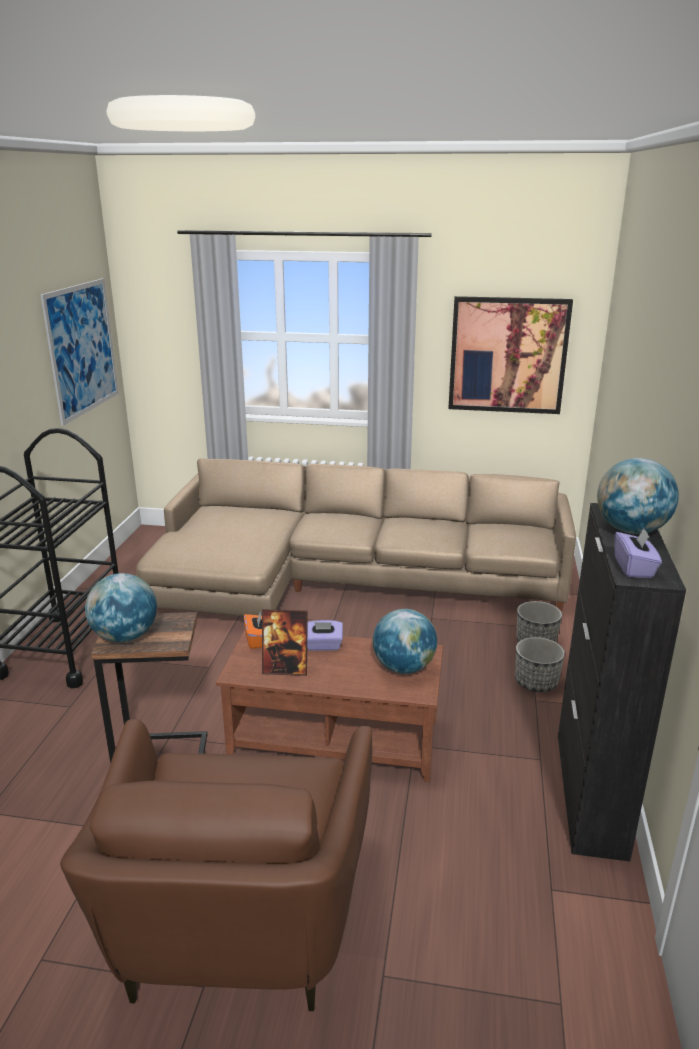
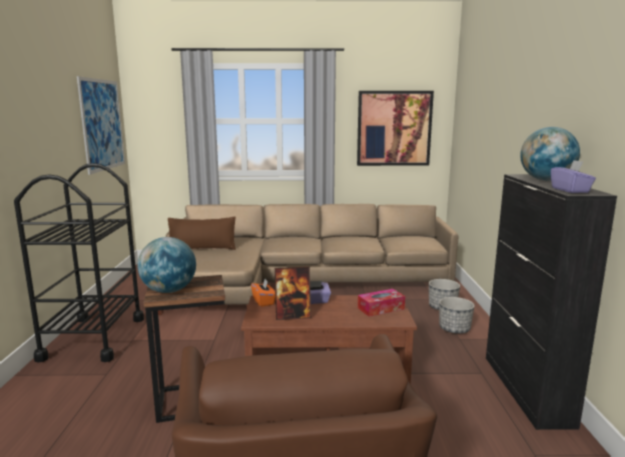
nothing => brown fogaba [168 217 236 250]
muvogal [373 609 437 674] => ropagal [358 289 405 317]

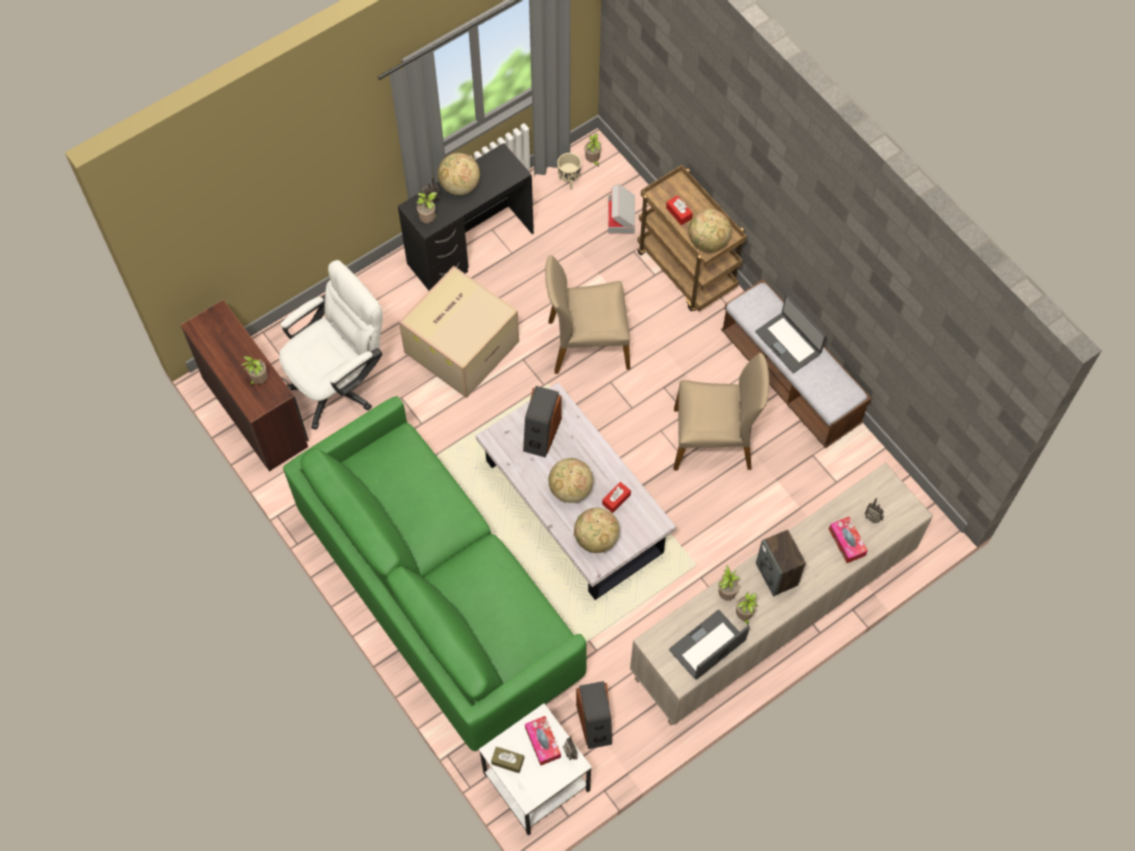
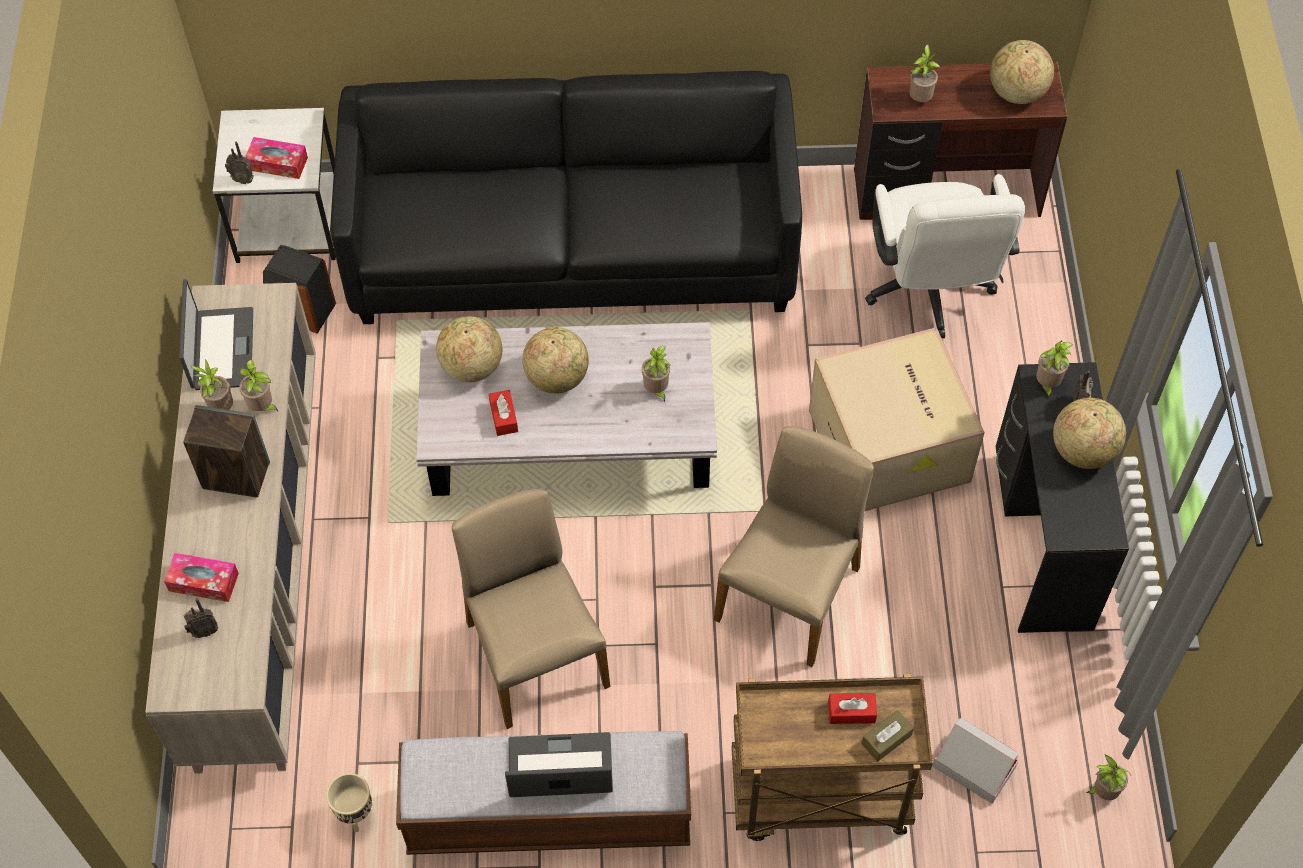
brown ropagal [491 747 524 773] => brown ropagal [862 710 914 762], moved
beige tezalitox [557 153 581 190] => beige tezalitox [326 773 372 832], moved
muvogal [688 209 731 252] => muvogal [990 40 1054 104], moved
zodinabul [523 386 562 458] => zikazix [642 346 671 403]
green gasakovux [283 396 587 751] => black gasakovux [331 71 802 324]
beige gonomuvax [674 353 769 470] => beige gonomuvax [452 489 610 729], 120 degrees clockwise

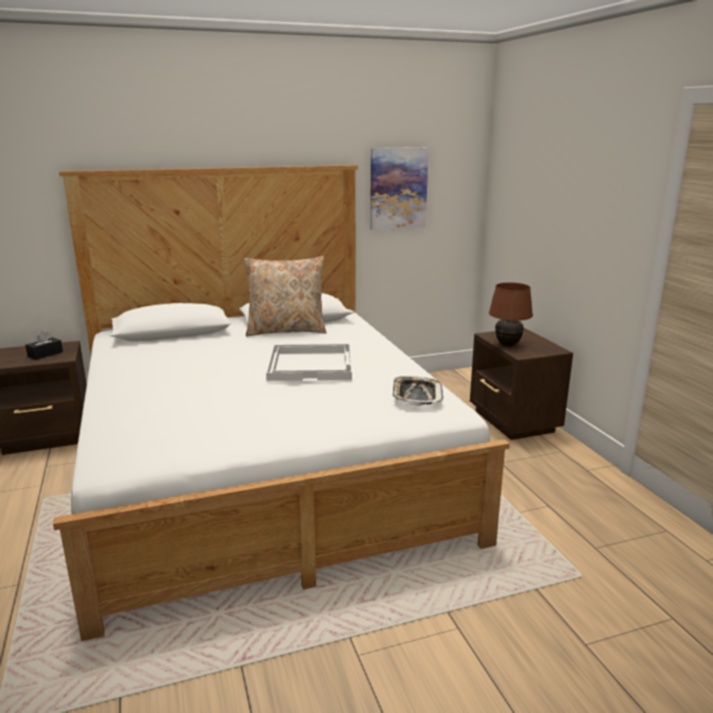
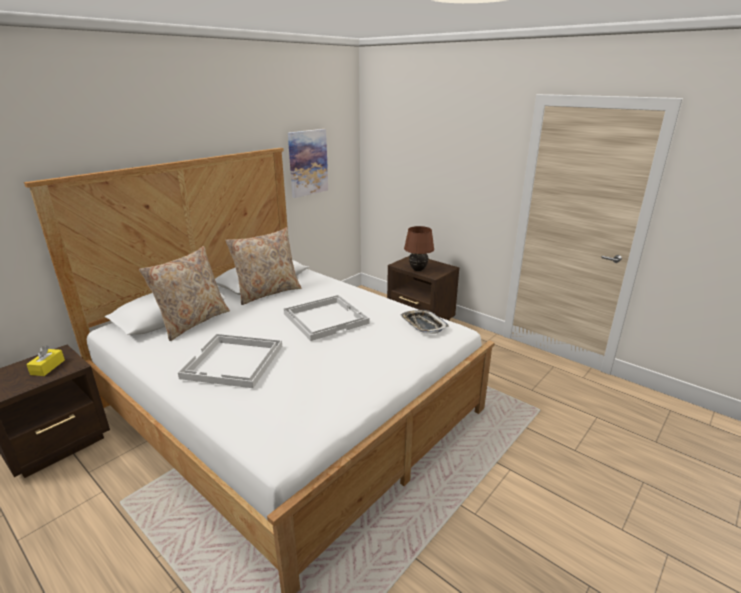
nothing => beige fogaba [139 246 230 341]
nothing => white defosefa [178 334 282 388]
black ropagal [25 331 63 360] => yellow ropagal [26 345 65 376]

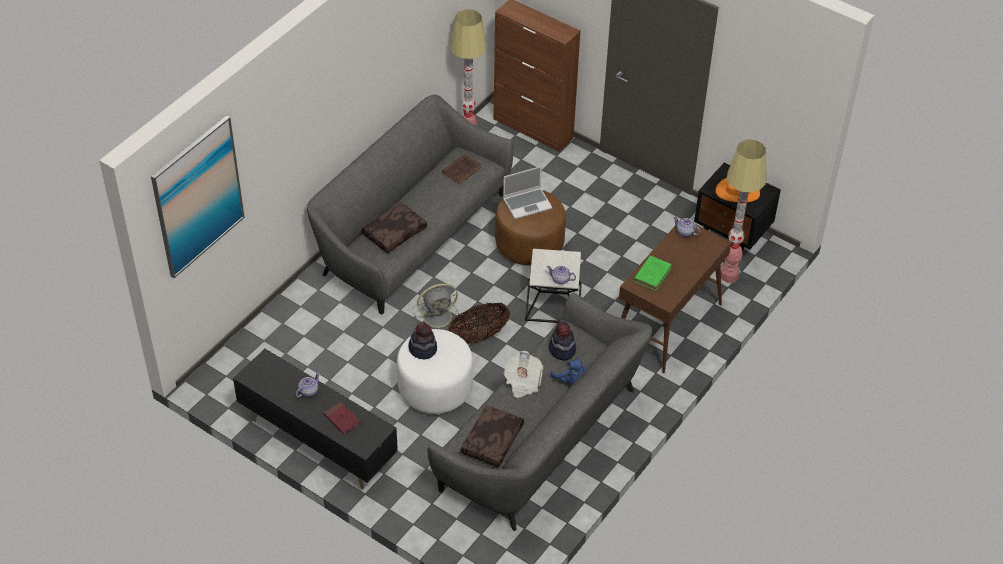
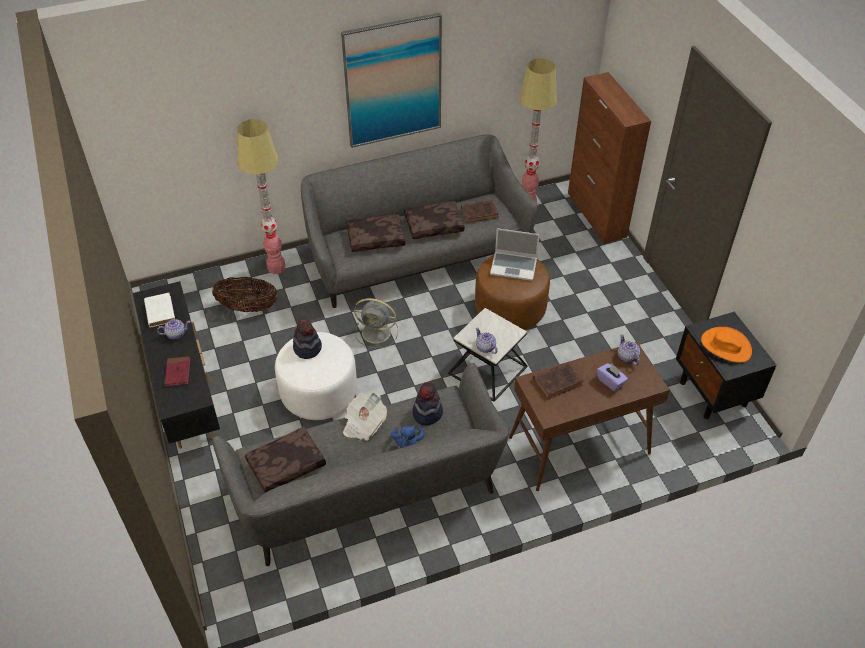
nothing => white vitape [144 293 175 328]
nothing => brown fogaba [404 201 465 239]
nothing => purple ropagal [597 363 628 391]
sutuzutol [151 115 245 278] => sutuzutol [341 13 442 148], moved
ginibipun [448 303 510 344] => ginibipun [212 277 278 312], moved
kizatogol [721 140 766 283] => kizatogol [237 119 285 274], moved
green vitape [634 256 672 291] => brown vitape [533 362 583 399]

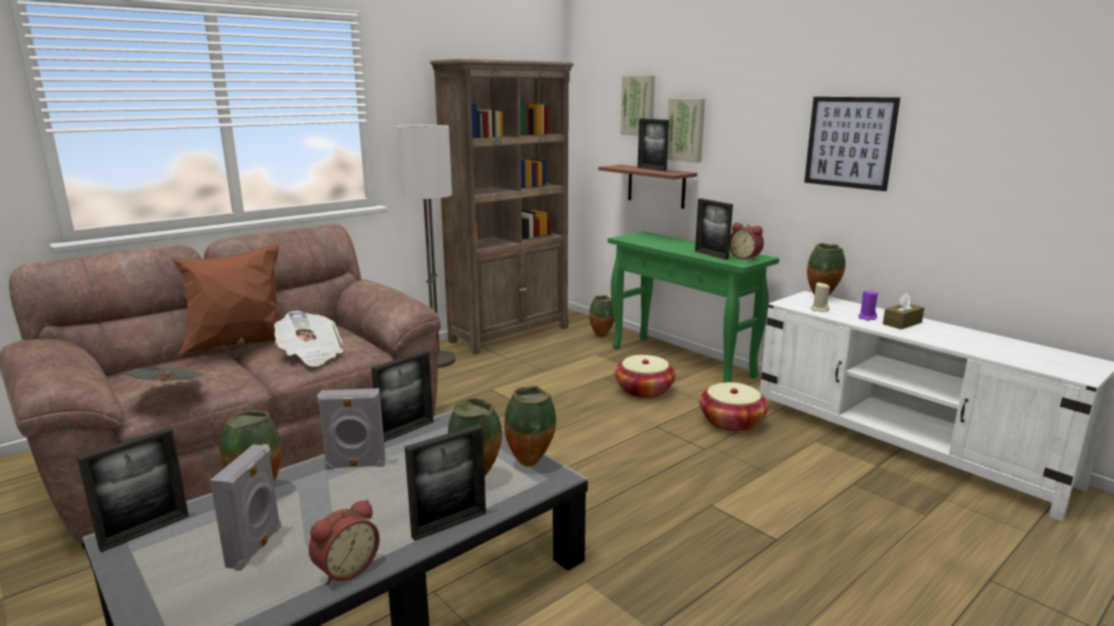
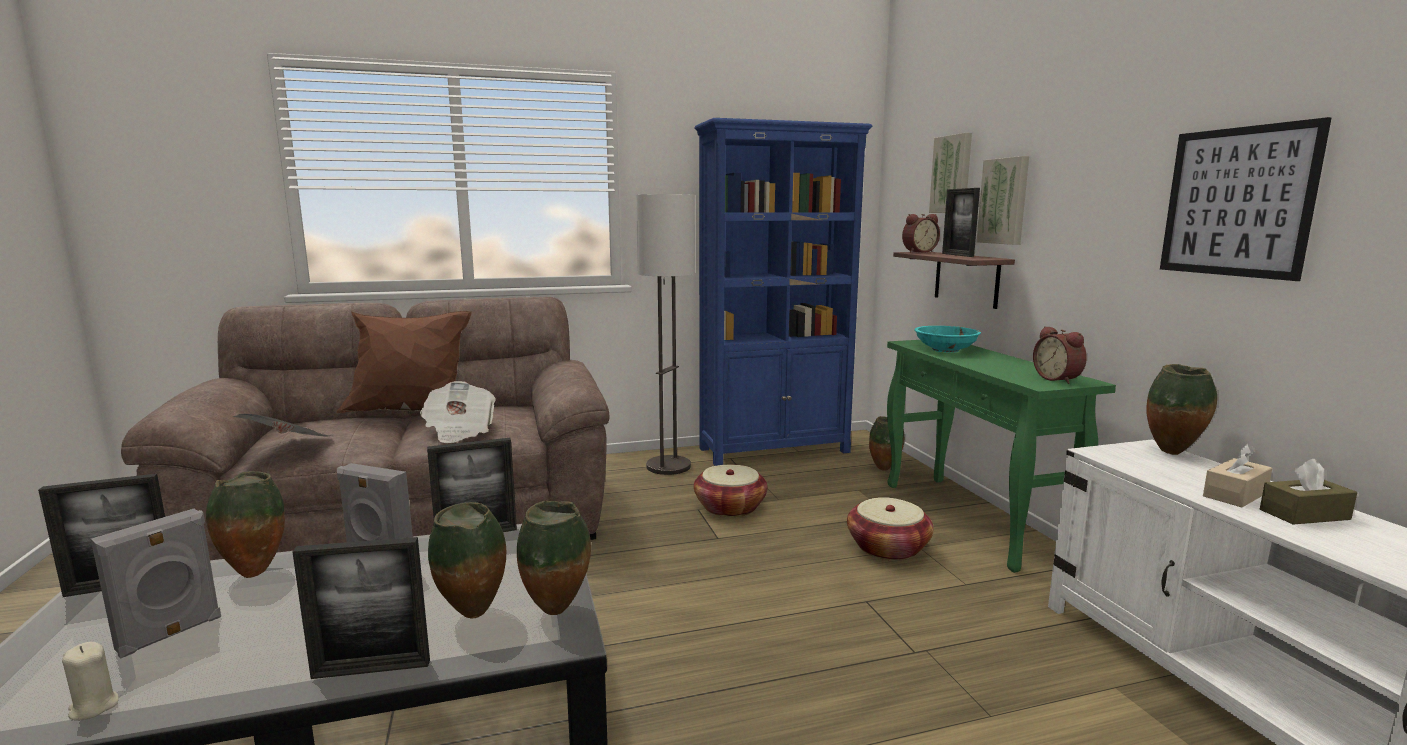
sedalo [695 198 733 260] => nothing
nothing => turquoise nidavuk [914 326 981 353]
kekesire [309 499 380 585] => kekesire [902 214 940 253], moved
ginibipun [699 382 768 432] => ginibipun [694 465 767 517], moved
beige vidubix [810 283 830 312] => beige vidubix [62 642 119 721], moved
purple vidubix [858 289 878 321] => beige ropagal [1203 444 1272 507]
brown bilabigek [430 59 574 355] => blue bilabigek [694 118 872 466]

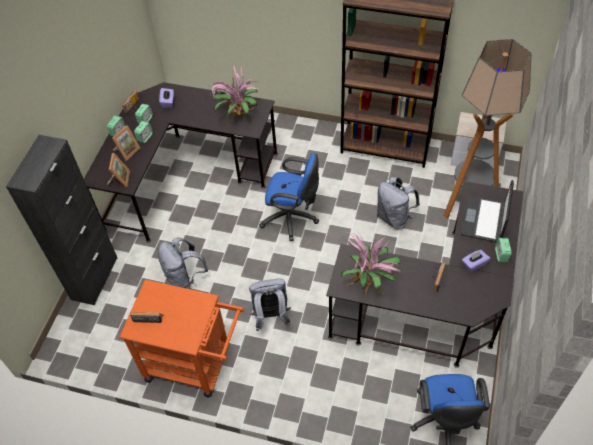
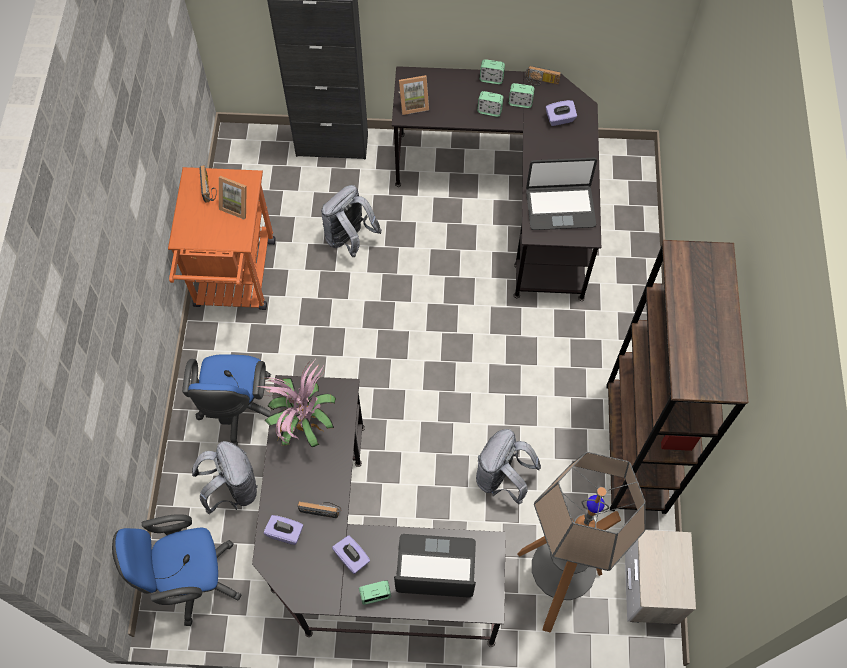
nothing => purple ropagal [264 515 303 545]
sedalo [112 125 140 161] => sedalo [219 176 247 220], moved
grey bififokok [249 278 291 331] => grey bififokok [192 441 258 515], moved
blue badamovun [259 152 319 241] => blue badamovun [182 354 271 446], moved
zikazix [210 65 260 123] => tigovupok [526 158 597 230]

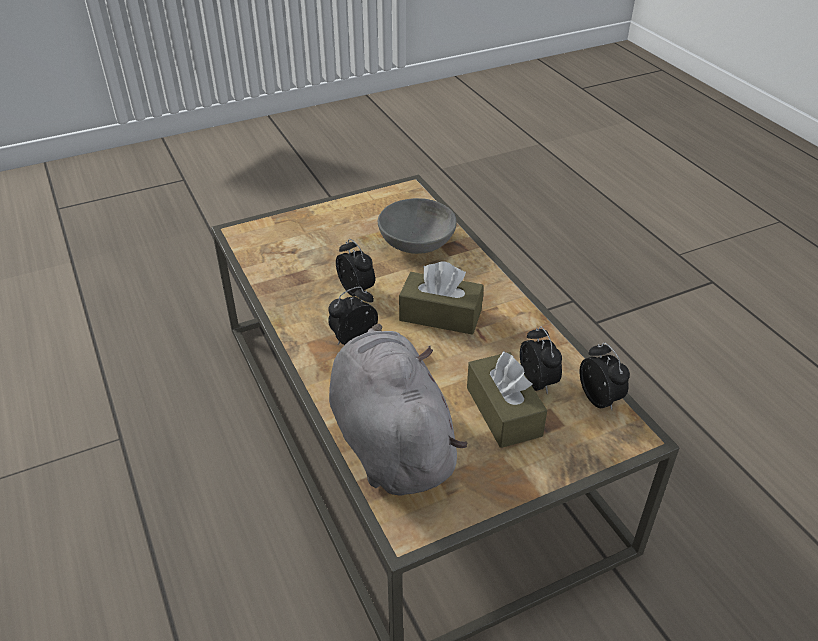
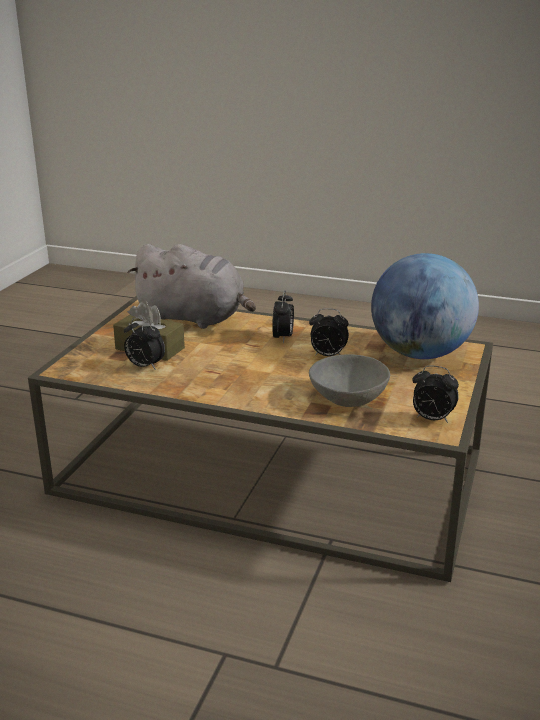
brown ropagal [399 261 484 335] => nothing
nothing => muvogal [371 253 479 359]
kekesire [579 343 630 410] => kekesire [413 365 459 423], moved

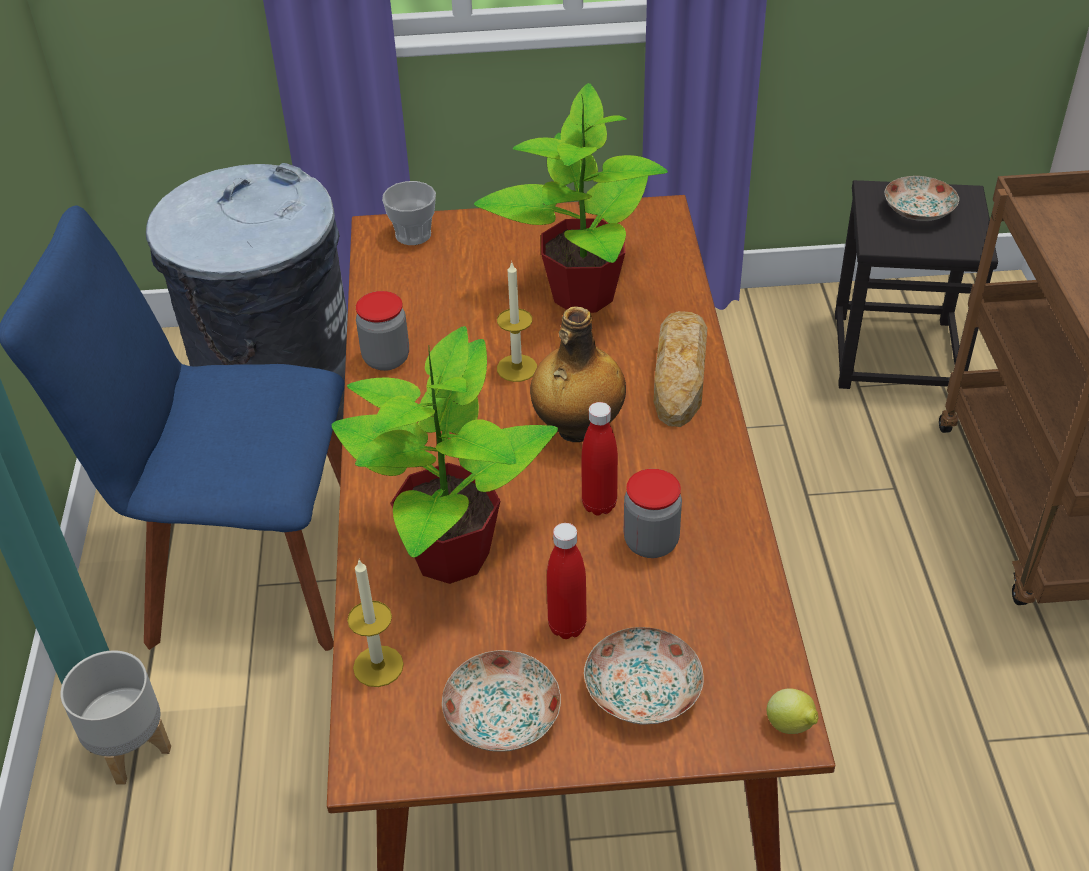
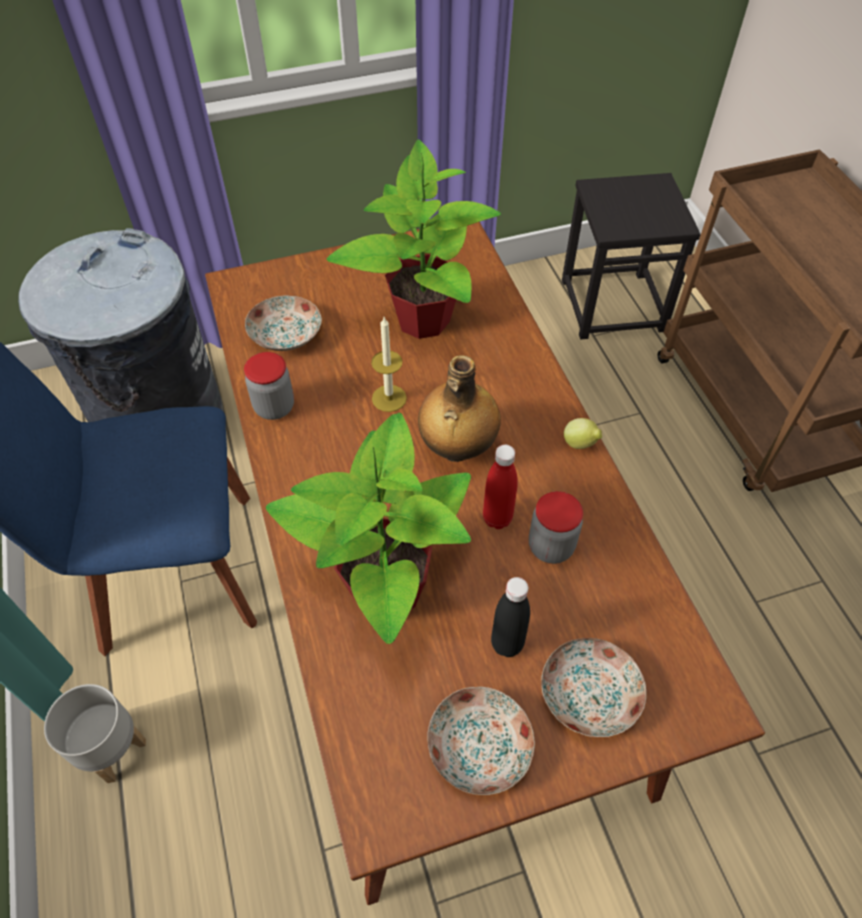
vidubix [347 560 404 687] => nothing
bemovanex [382 181 436 245] => nothing
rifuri [654 311 707 427] => nothing
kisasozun [767 688 818 734] => kisasozun [564 418 602 449], moved
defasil [885 176 959 221] => defasil [245 296 322 351], moved
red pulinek [547 523 587 639] => black pulinek [491 577 530 657]

